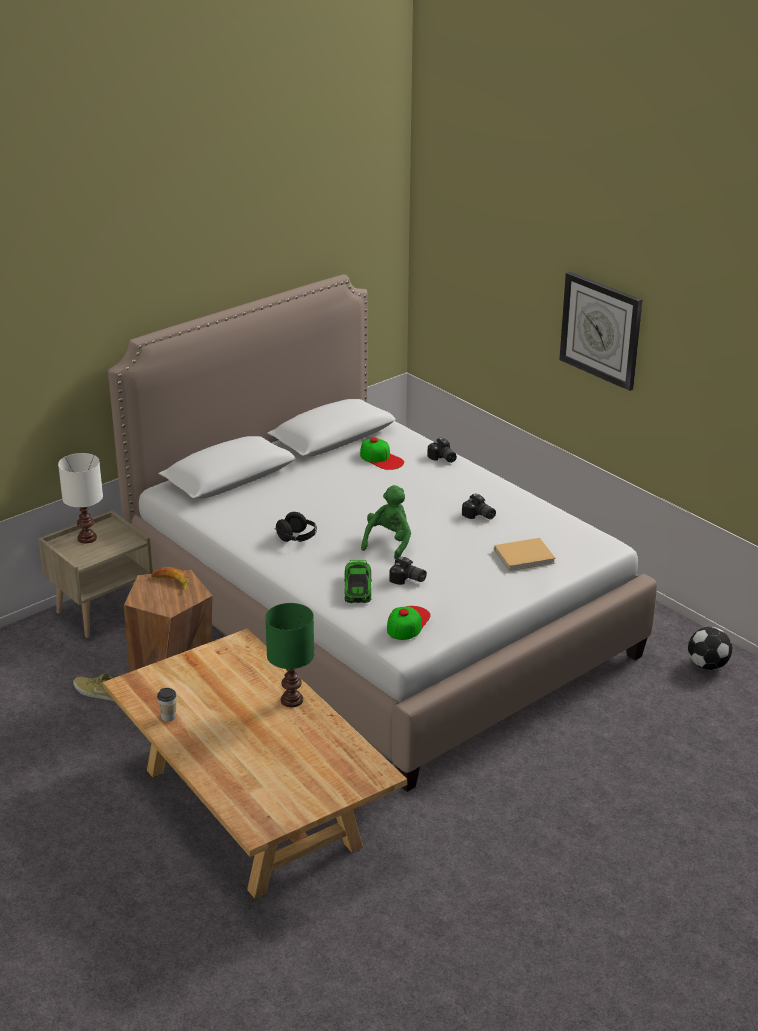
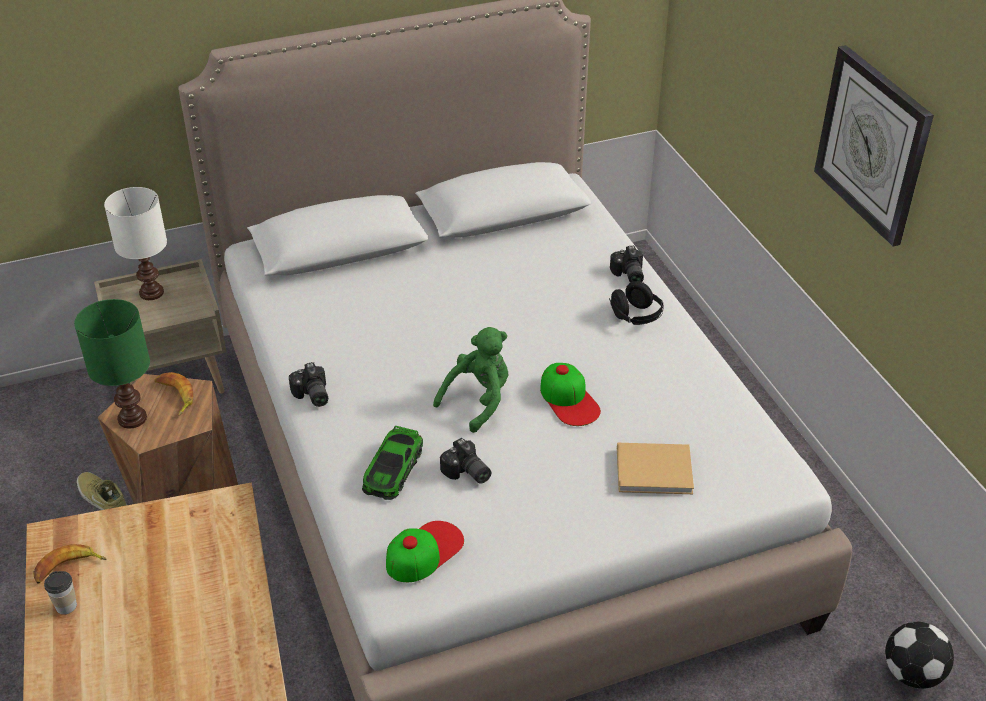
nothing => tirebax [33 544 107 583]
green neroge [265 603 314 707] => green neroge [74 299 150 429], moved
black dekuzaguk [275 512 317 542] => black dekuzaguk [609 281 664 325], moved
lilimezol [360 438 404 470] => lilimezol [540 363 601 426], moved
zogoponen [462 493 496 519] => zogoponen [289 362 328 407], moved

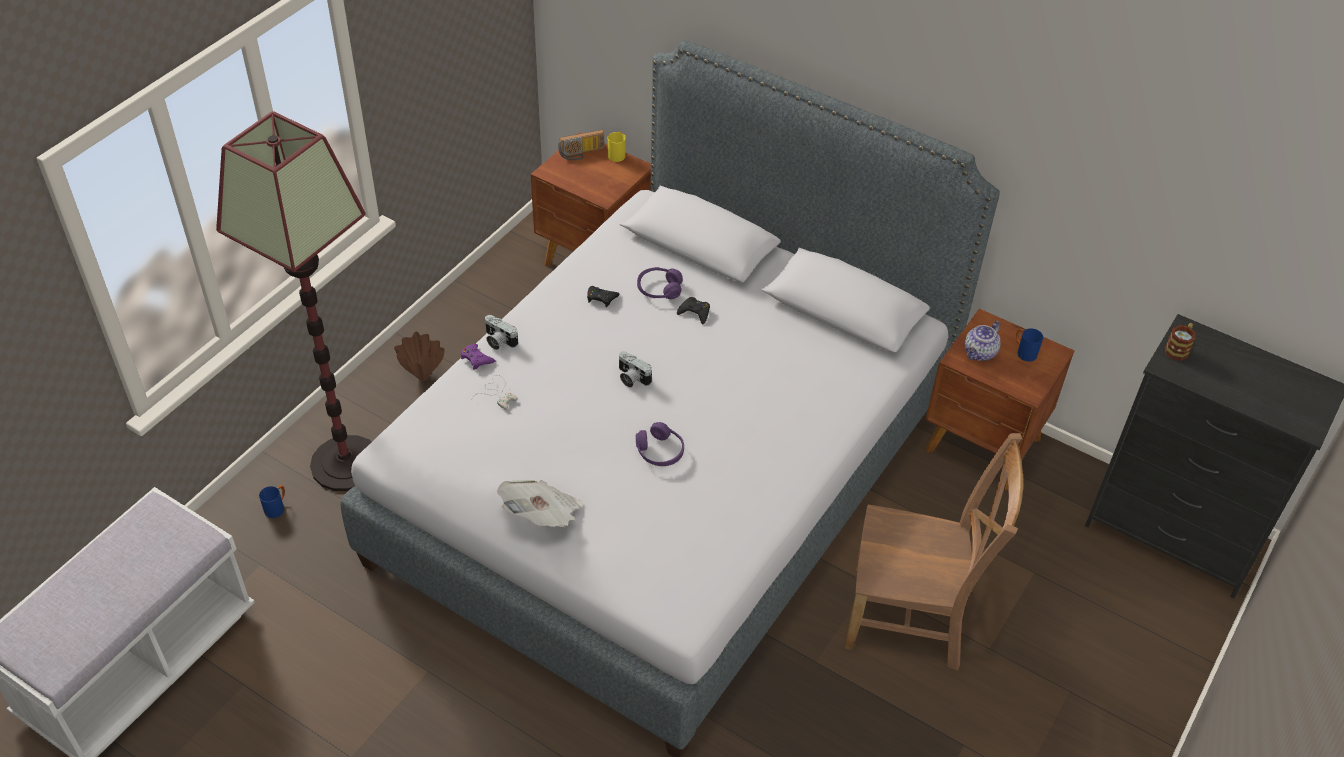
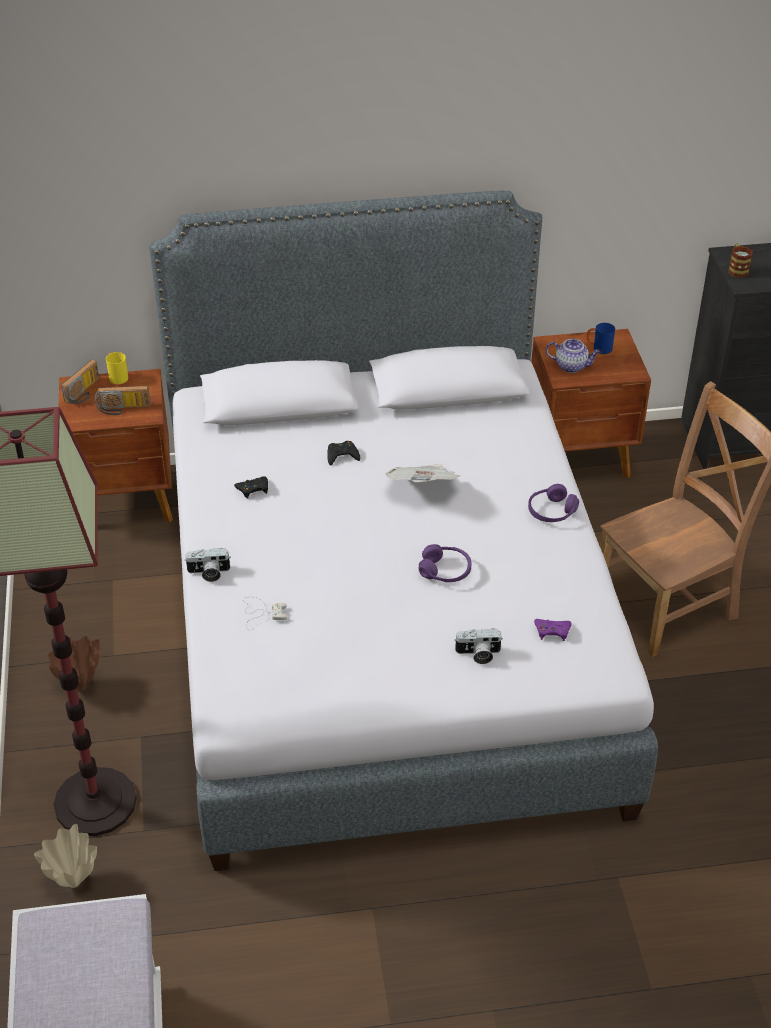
nothing => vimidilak [95 386 150 415]
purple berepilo [461 344 496 370] => purple berepilo [534 619 572 641], moved
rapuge [497 480 583 527] => rapuge [385 464 461 482], moved
zogoponen [619 351 652 387] => zogoponen [454 628 503 664], moved
purple dekuzaguk [637 267 683 299] => purple dekuzaguk [528 484 579 522], moved
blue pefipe [259 485 285 518] => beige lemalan [34 824 97 888]
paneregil [965 321 1001 361] => paneregil [545 339 601 373], 75 degrees counterclockwise

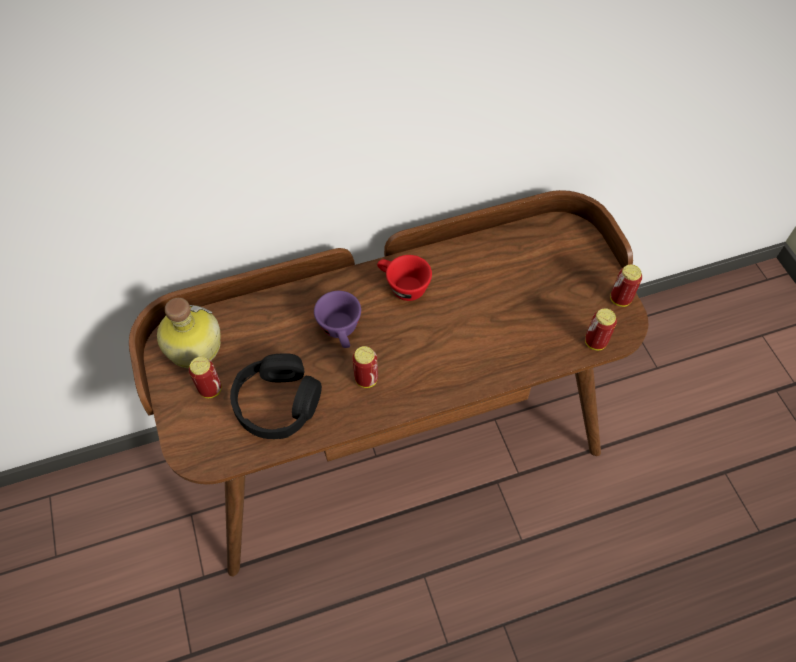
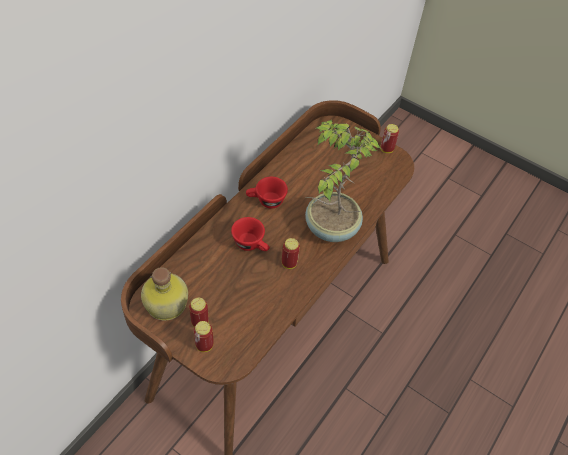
black dekuzaguk [230 353 322 439] => nothing
nothing => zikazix [305 120 381 242]
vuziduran [585 308 617 351] => vuziduran [194 321 214 352], moved
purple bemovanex [314 291 361 348] => red bemovanex [231 217 270 251]

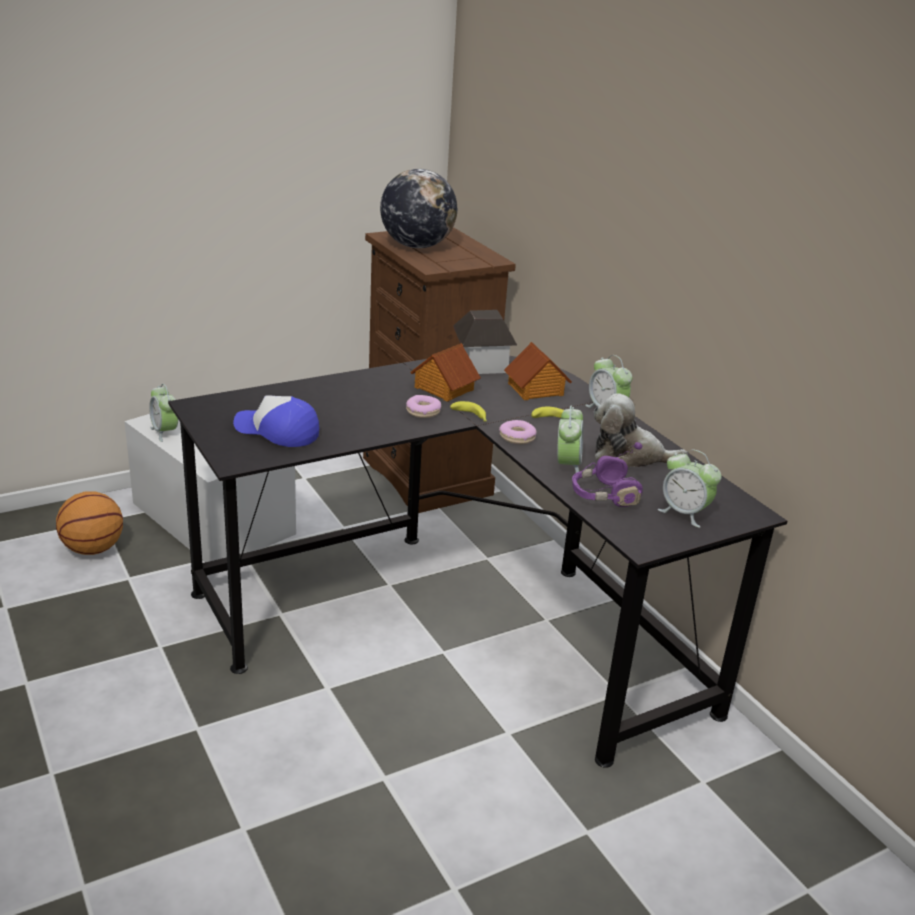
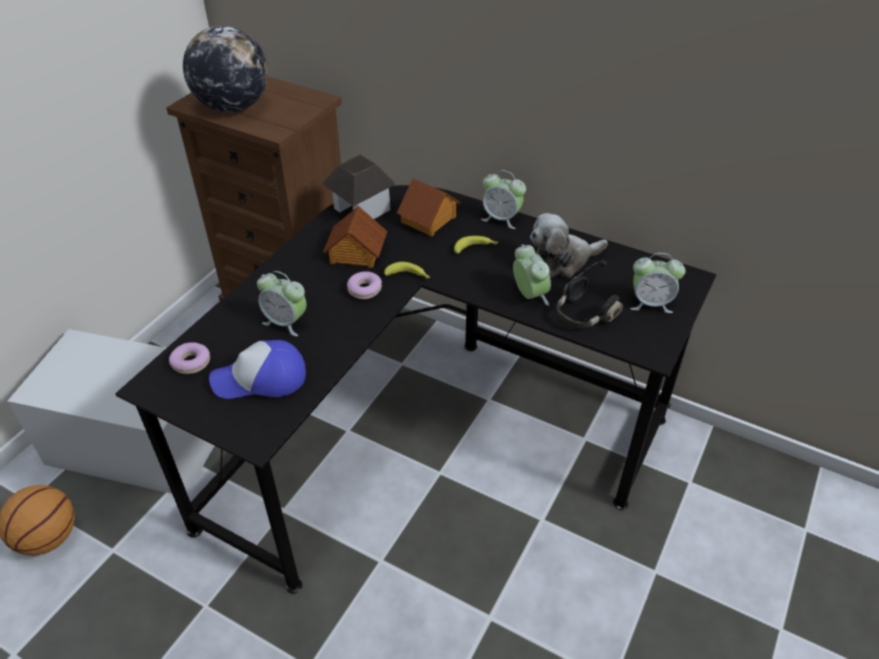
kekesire [149 384 178 442] => kekesire [257 271 307 336], moved
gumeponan [499 420 537 444] => gumeponan [169 342 210 374], moved
purple dekuzaguk [572 442 643 507] => black dekuzaguk [557 260 623 328]

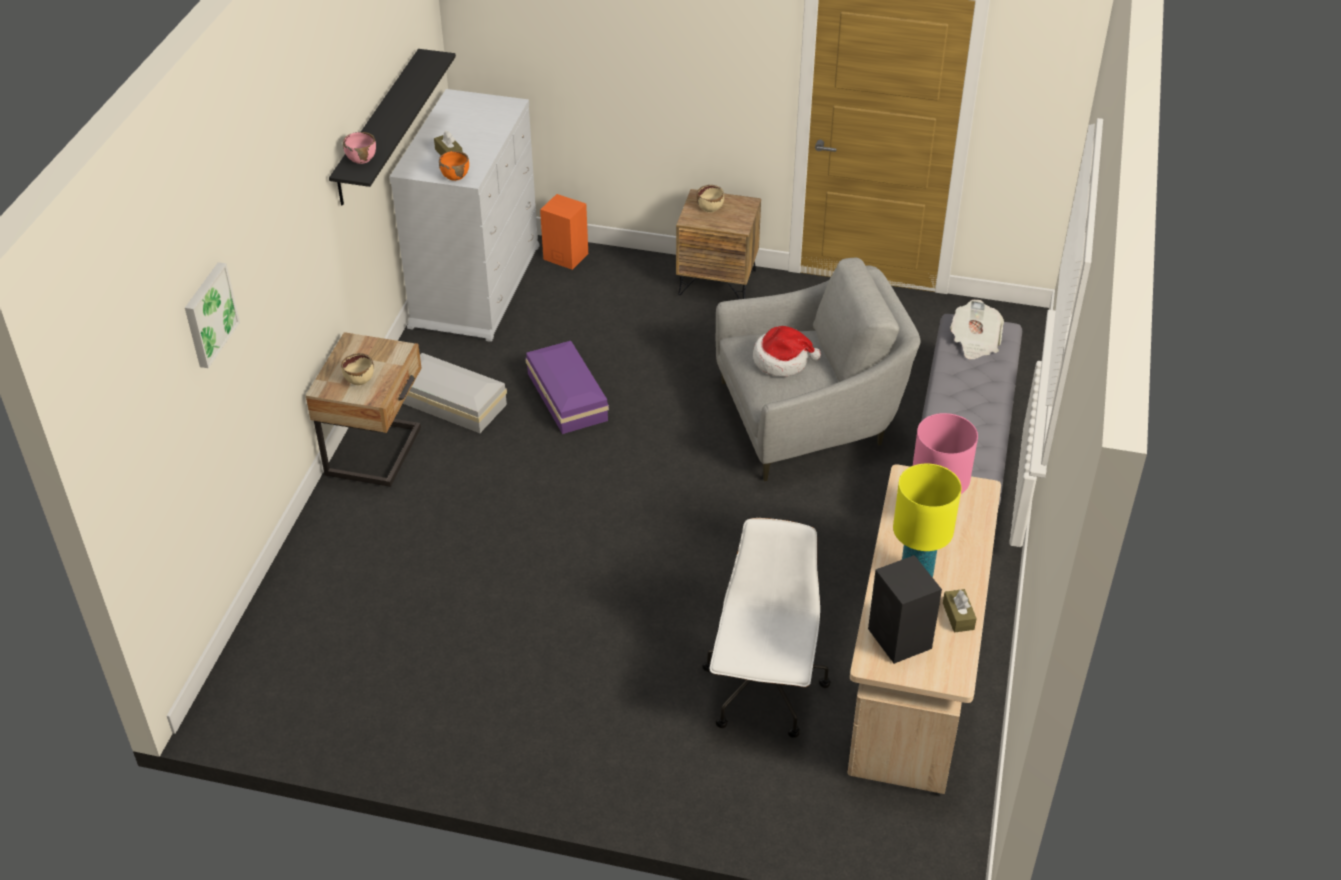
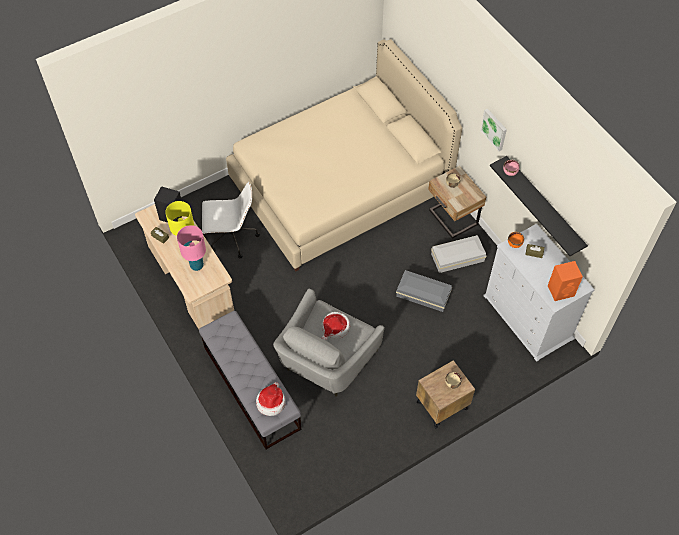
nothing => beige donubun [226 39 462 272]
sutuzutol [185 262 240 368] => sutuzutol [480 108 507 151], moved
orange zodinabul [540 194 588 270] => orange zodinabul [548 261 583 301], moved
rapuge [950 300 1004 360] => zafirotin [256 382 286 416]
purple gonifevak [525 341 609 434] => grey gonifevak [396 270 452 312]
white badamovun [702 518 831 738] => white badamovun [202 182 260 258], 60 degrees counterclockwise

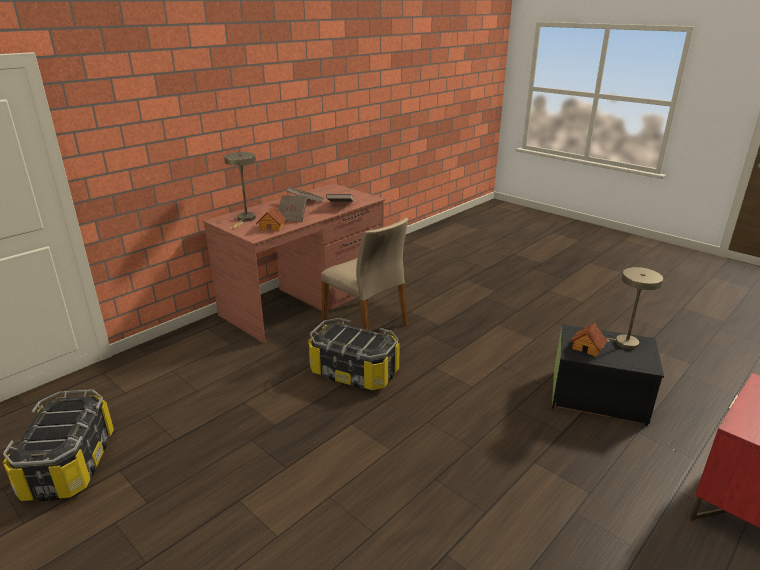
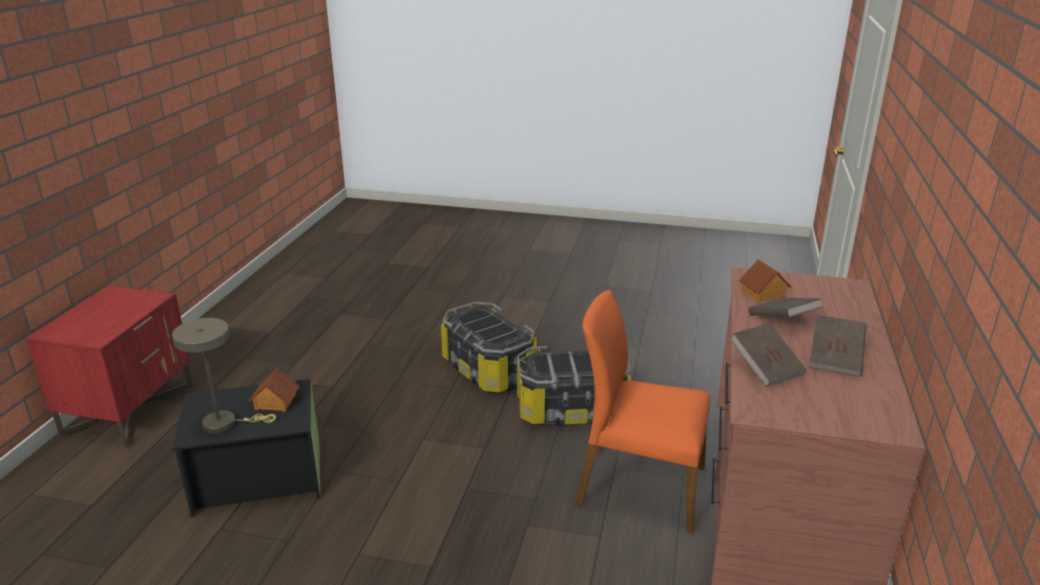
beige neroge [224 152 256 229] => nothing
gonifevak [3 389 114 502] => gonifevak [441 302 537 393], moved
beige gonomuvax [321 218 408 330] => orange gonomuvax [576 290 710 534]

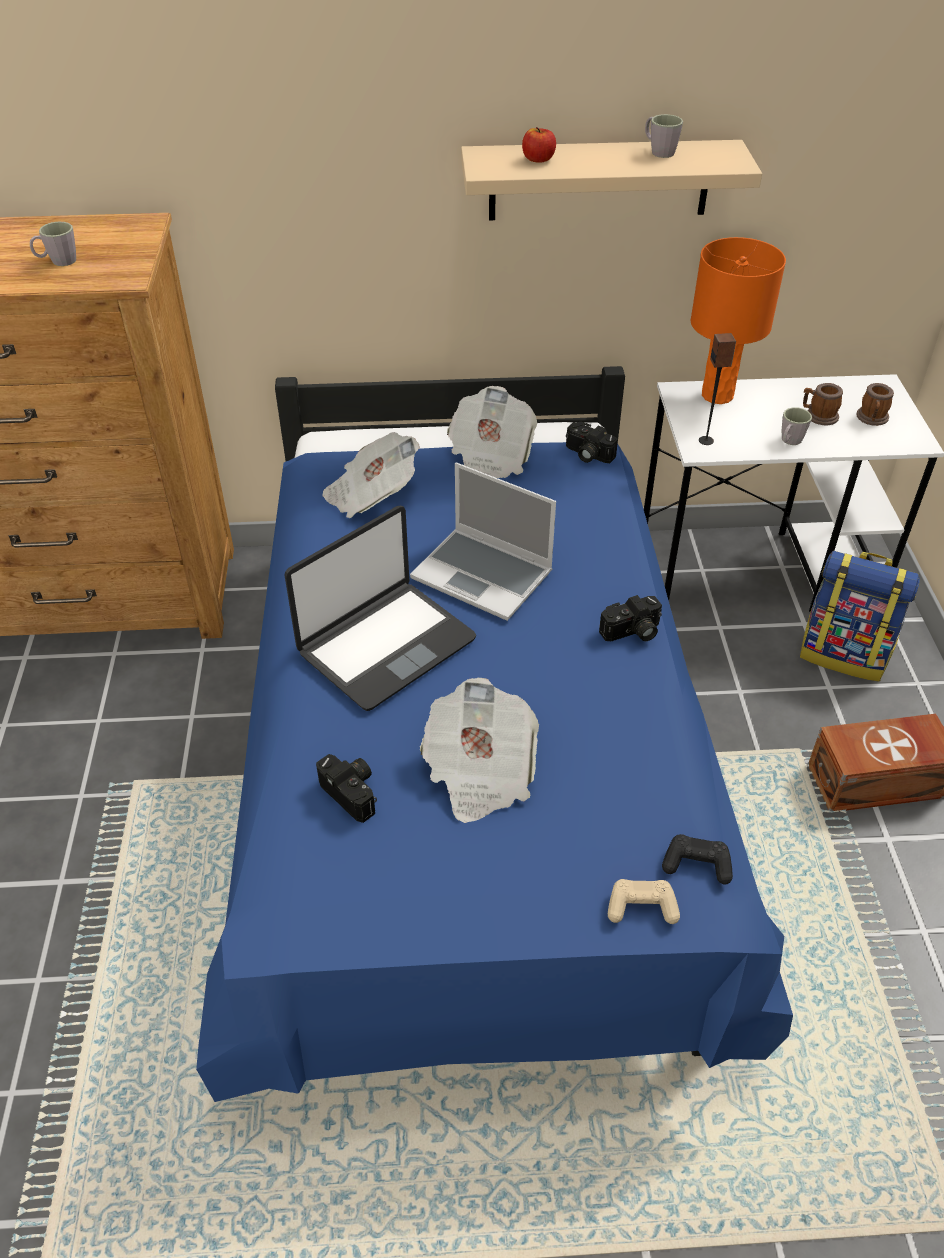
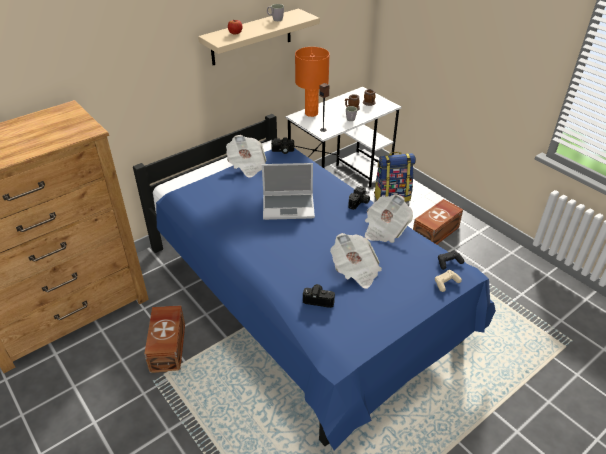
grey pefipe [30 222 76 266] => nothing
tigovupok [284 506 476 711] => nothing
nothing => brown gonifevak [144 305 185 373]
rapuge [322 432 420 518] => rapuge [365 195 413 243], moved

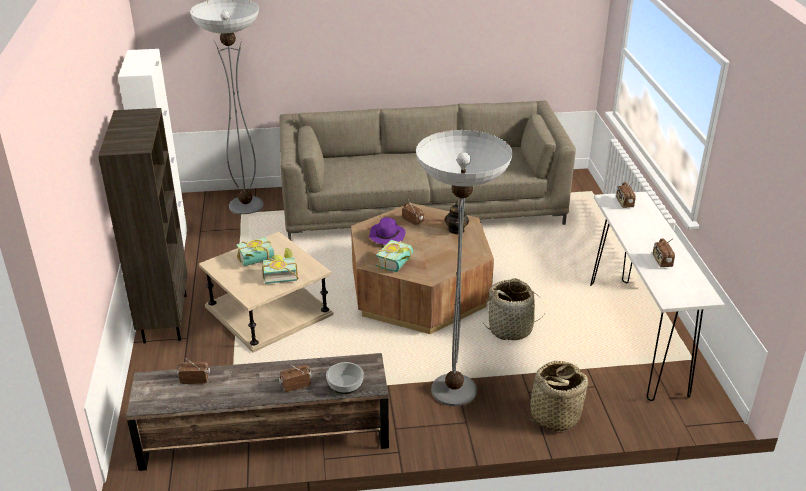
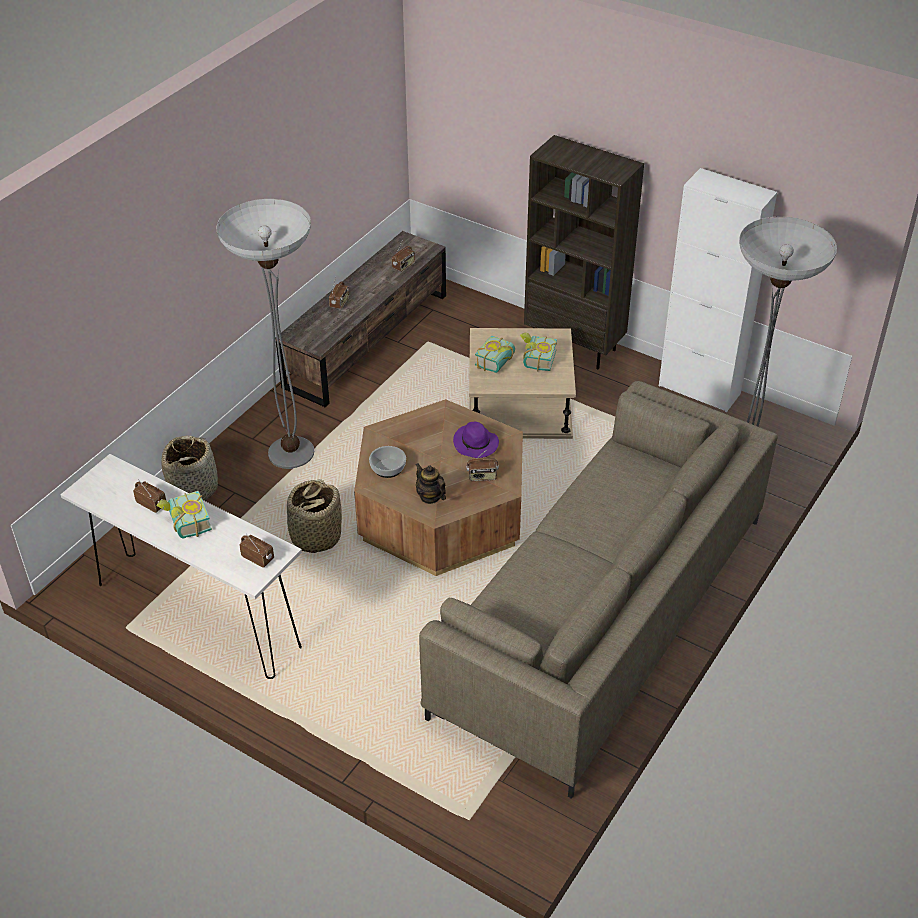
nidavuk [326 362 364 394] => nidavuk [369 446 406 478], moved
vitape [376 240 413 272] => vitape [156 491 212 538], moved

